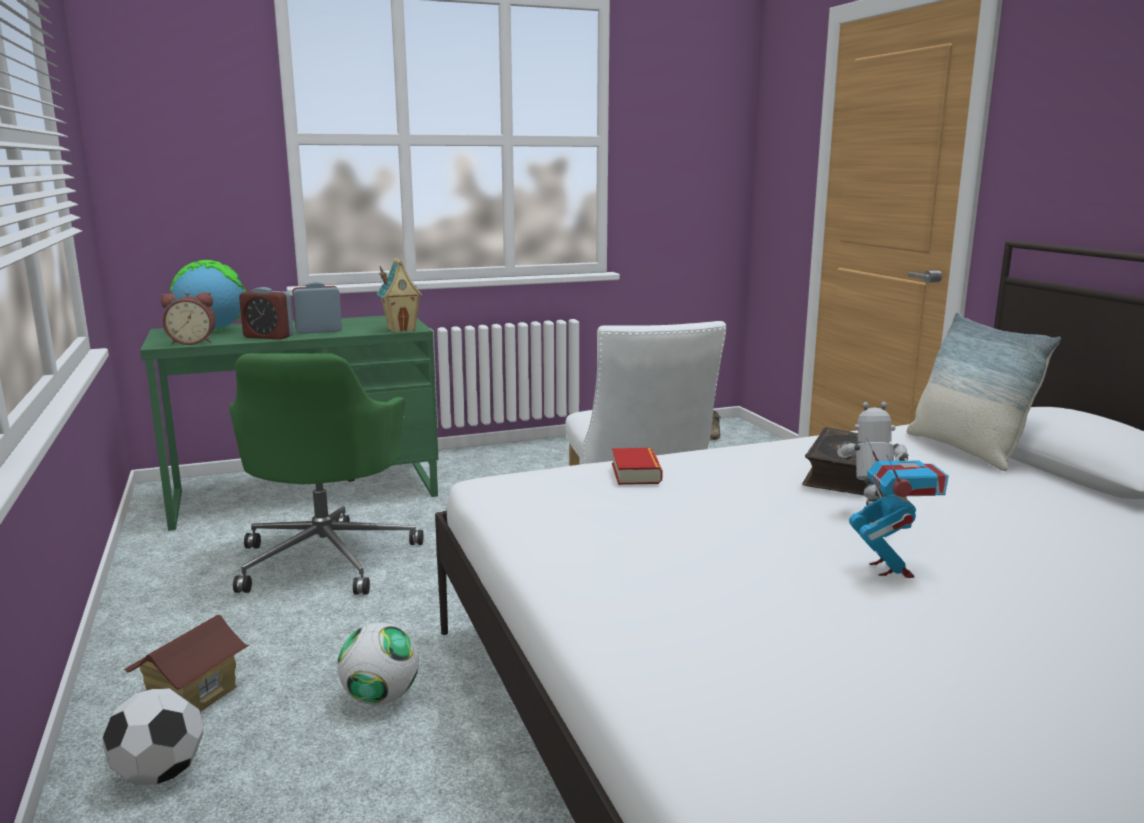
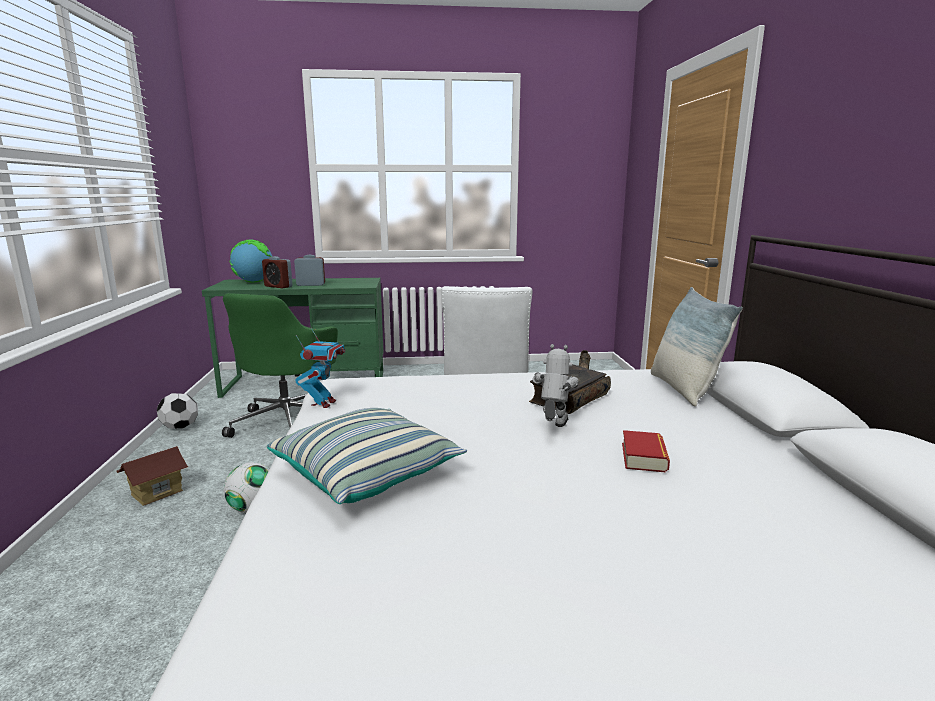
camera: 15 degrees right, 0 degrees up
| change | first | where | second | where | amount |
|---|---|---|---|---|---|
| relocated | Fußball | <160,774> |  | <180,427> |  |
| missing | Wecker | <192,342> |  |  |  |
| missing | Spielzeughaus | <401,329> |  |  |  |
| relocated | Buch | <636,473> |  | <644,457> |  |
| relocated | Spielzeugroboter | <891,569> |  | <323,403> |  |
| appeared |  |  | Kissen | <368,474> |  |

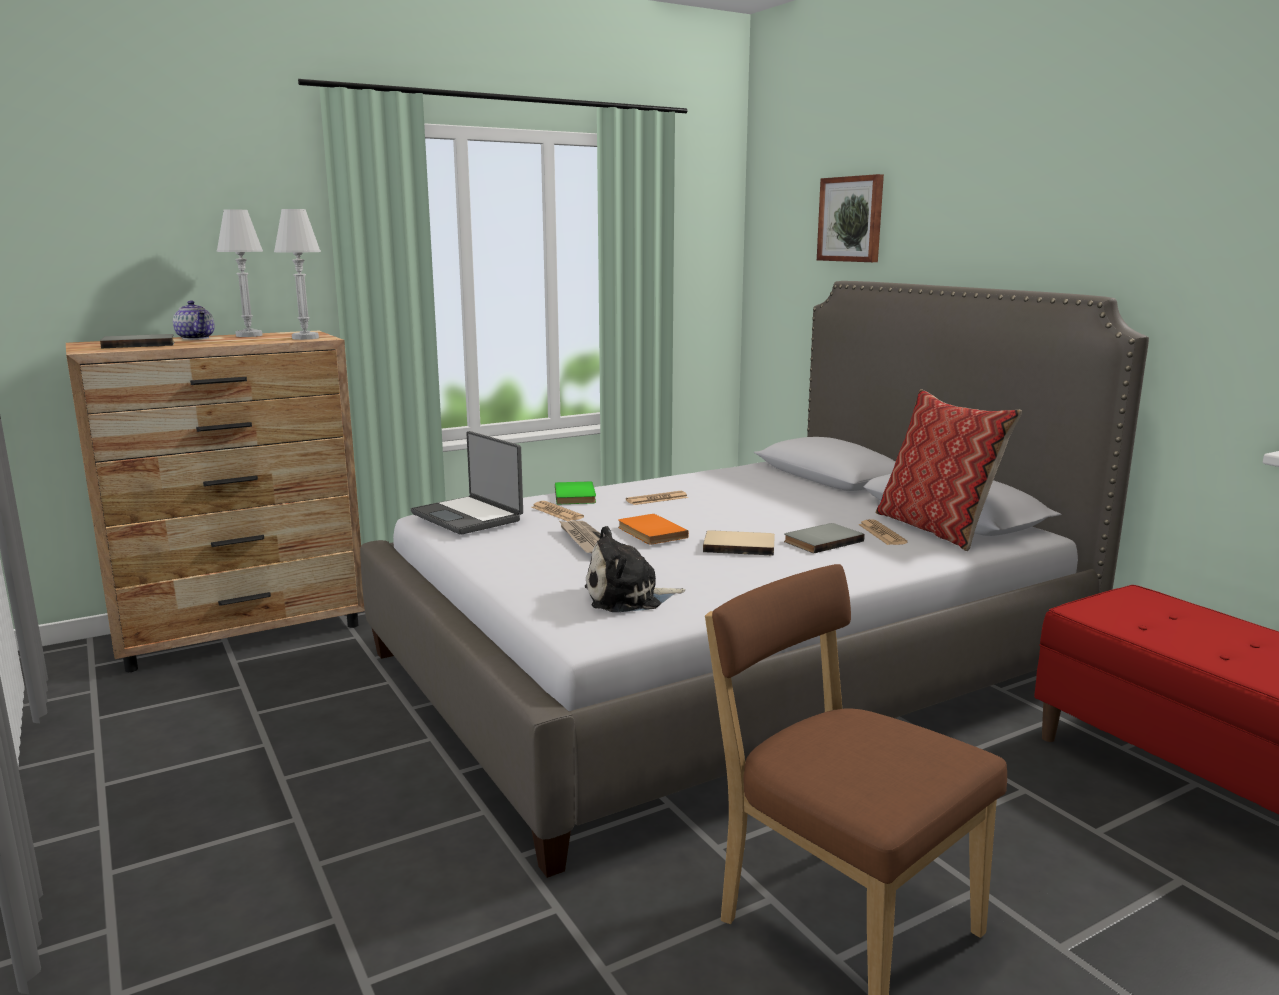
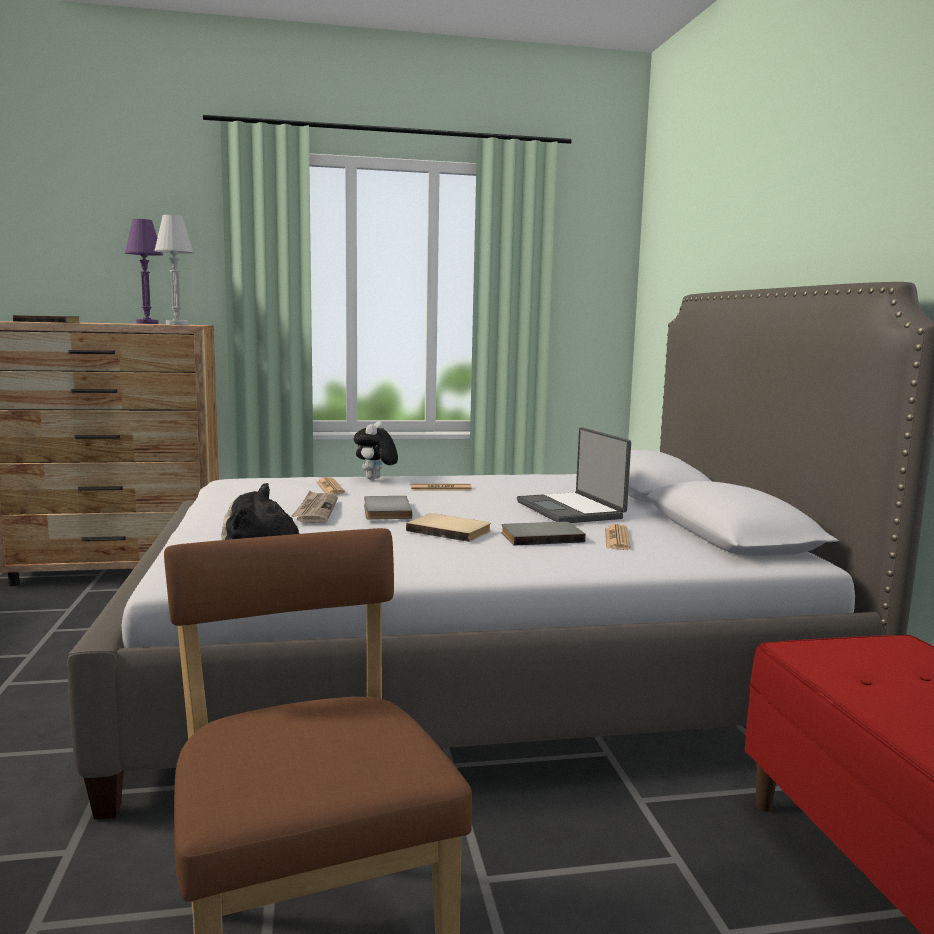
camera: 20 degrees right, 5 degrees down
| change | first | where | second | where | amount |
|---|---|---|---|---|---|
| missing | Teekanne | <196,338> |  |  |  |
| colour | Tischlampe (weiß) | <249,335> | Tischlampe (lila) | <147,323> |  |
| relocated | Laptop | <468,517> |  | <571,510> |  |
| exchanged | Buch (grün) | <577,496> | Plüschtier | <375,479> |  |
| colour | Buch (orange) | <649,532> | Buch (grau) | <384,511> |  |
| missing | Bild | <851,219> |  |  |  |
| missing | Kissen | <937,529> |  |  |  |

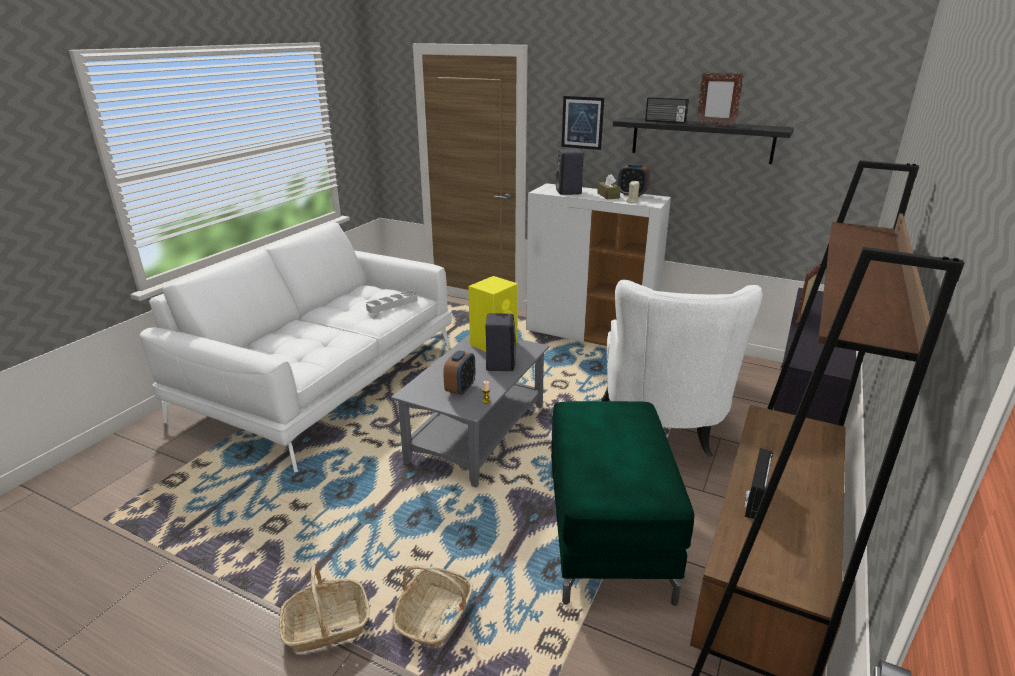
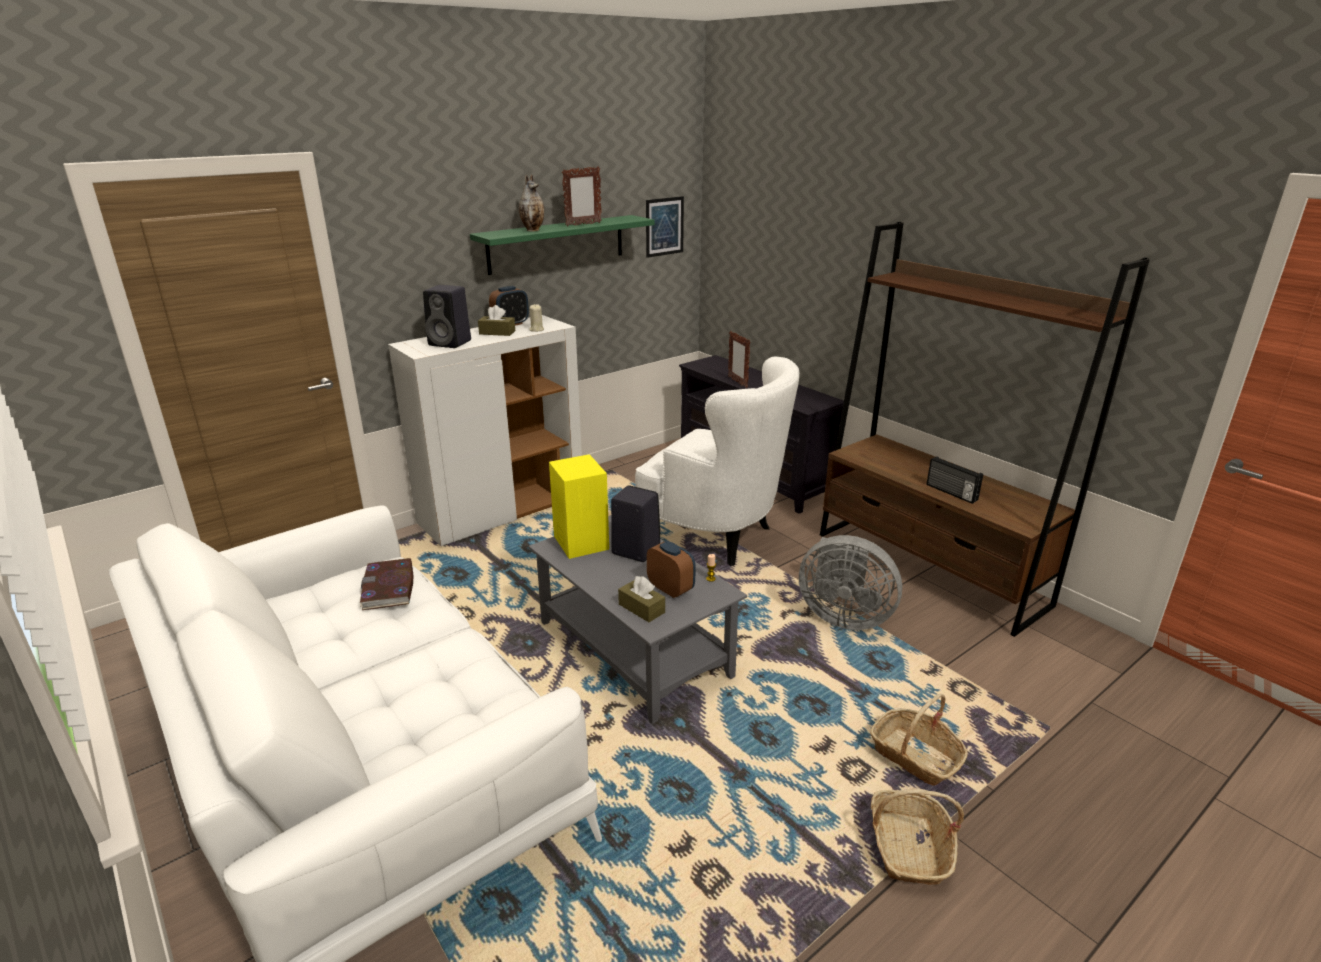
camera: 65 degrees left, 0 degrees up
| change | first | where | second | where | amount |
|---|---|---|---|---|---|
| exchanged | Tablett (grau) | <392,304> | Buch | <388,587> |  |
| exchanged | Polsterhocker (grün) | <608,533> | Ventilator (grau) | <843,616> |  |
| relocated | Bild | <582,122> |  | <664,226> |  |
| colour | Wandregal (schwarz) | <701,140> | Wandregal (grün) | <557,244> |  |
| exchanged | Radio | <665,121> | Vase | <533,230> |  |
| appeared |  |  | Taschentuchbox (braun) | <641,608> |  |

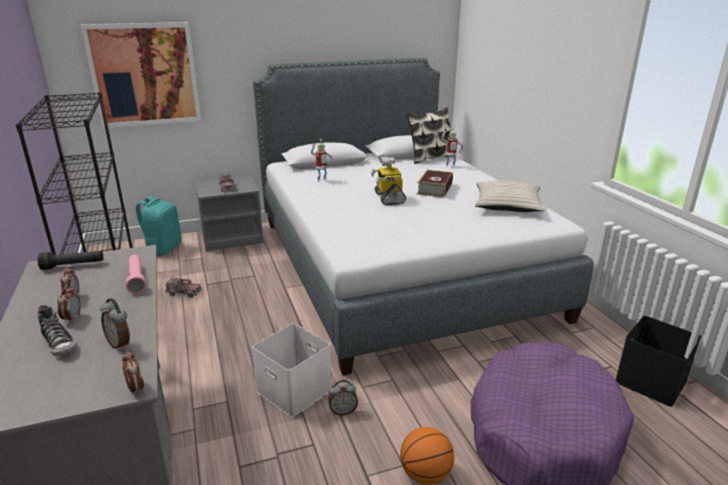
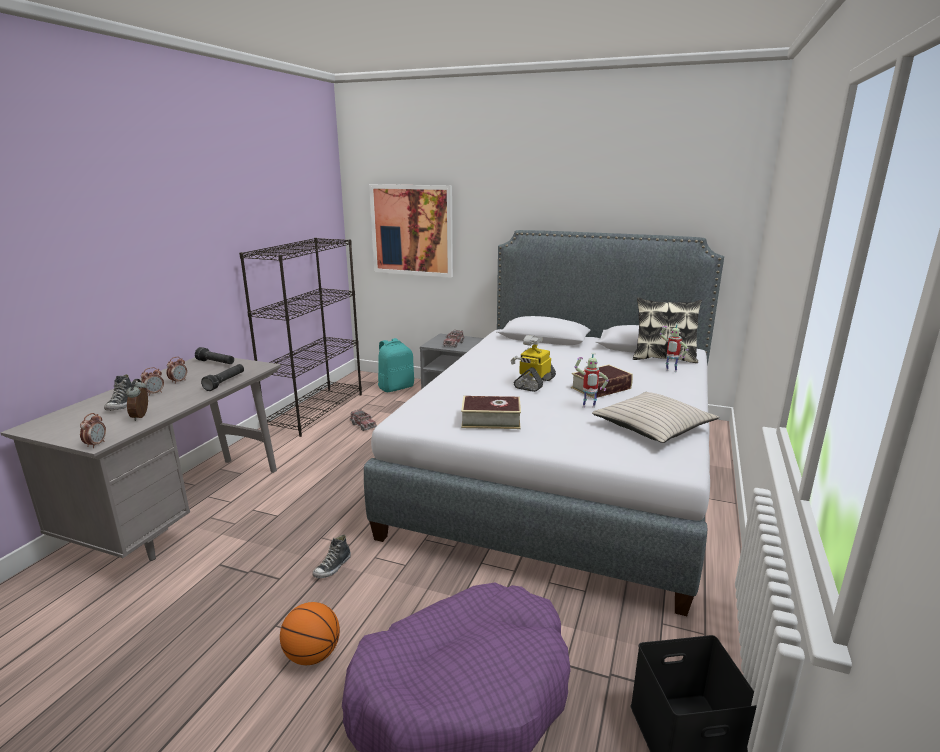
camera: 40 degrees right, 5 degrees down
| change | first | where | second | where | amount |
|---|---|---|---|---|---|
| colour | Taschenlampe (rosa) | <136,279> | Taschenlampe (schwarz) | <225,382> |  |
| missing | Aufbewahrungsbox (weiß) | <292,390> |  |  |  |
| relocated | Spielzeugroboter | <321,180> |  | <588,407> |  |
| exchanged | Wecker | <343,411> | Schuh | <333,567> |  |
| appeared |  |  | Buch | <491,420> |  |

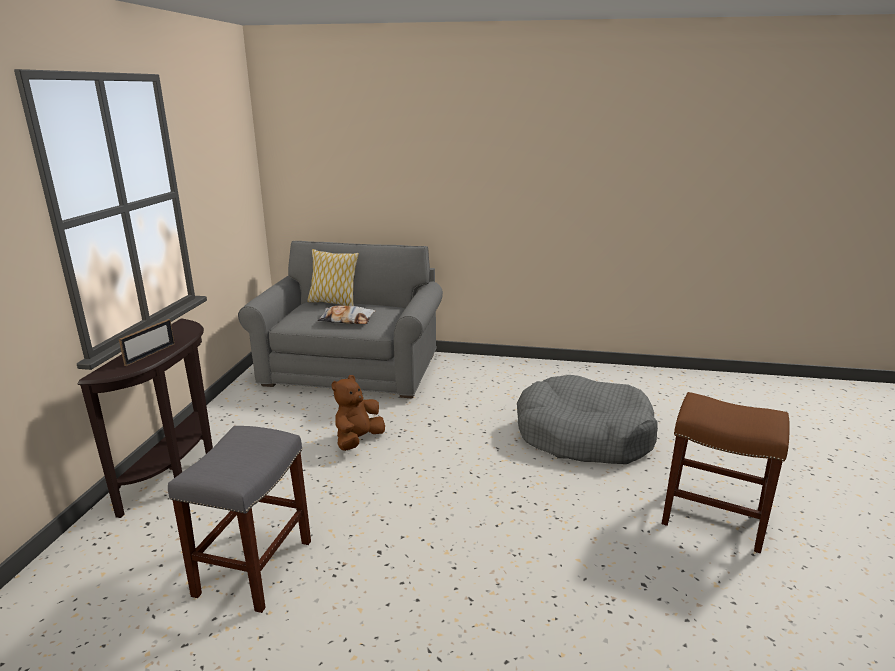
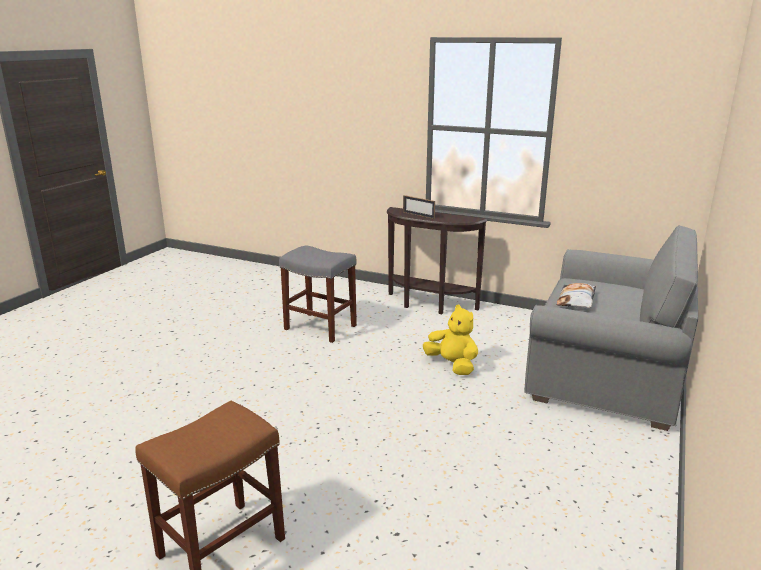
camera: 105 degrees right, 0 degrees up
| change | first | where | second | where | amount |
|---|---|---|---|---|---|
| missing | Kissen | <333,302> |  |  |  |
| colour | Plüschtier (braun) | <358,440> | Plüschtier (gelb) | <452,365> |  |
| missing | Hundebett (grau) | <583,435> |  |  |  |

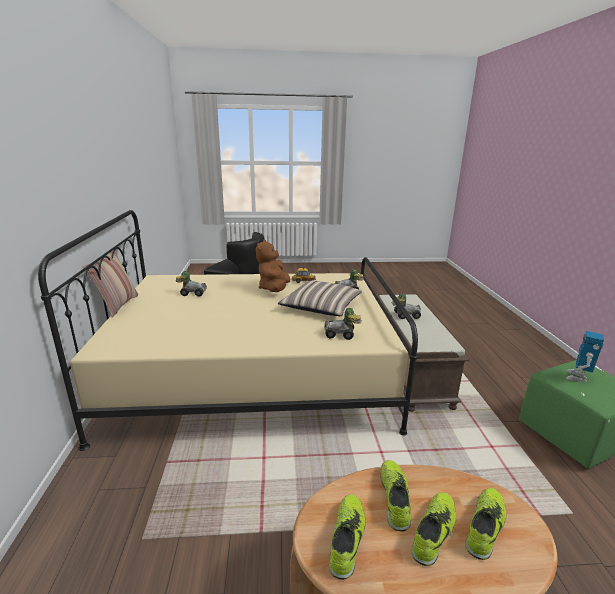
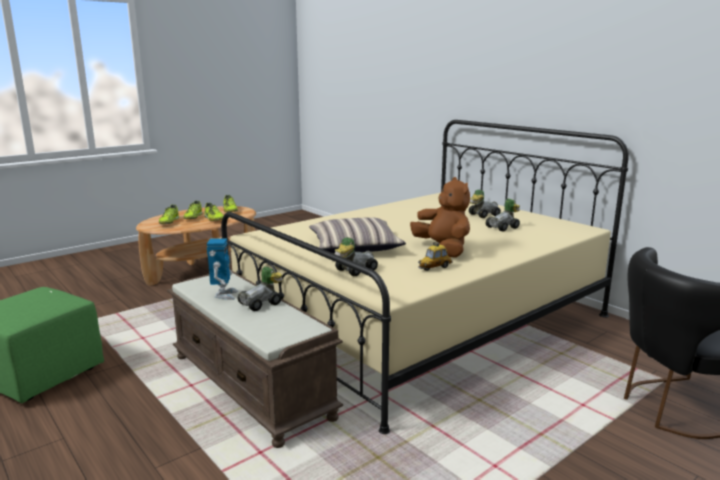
camera: 145 degrees right, 5 degrees down
| change | first | where | second | where | amount |
|---|---|---|---|---|---|
| missing | Kissen | <118,305> |  |  |  |
| relocated | Spielzeugauto | <341,335> |  | <482,215> |  |
| relocated | Spielzeugroboter | <577,377> |  | <224,295> |  |

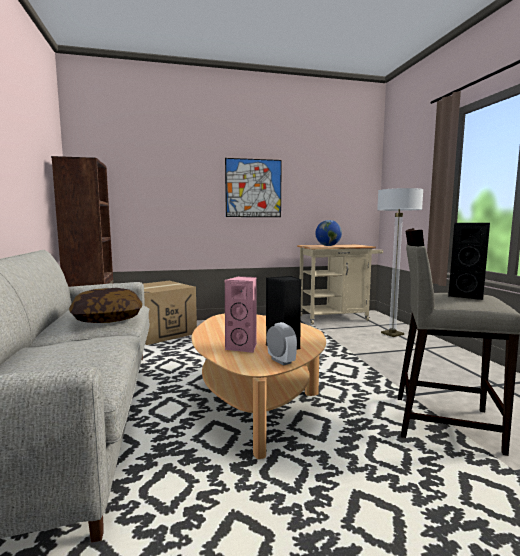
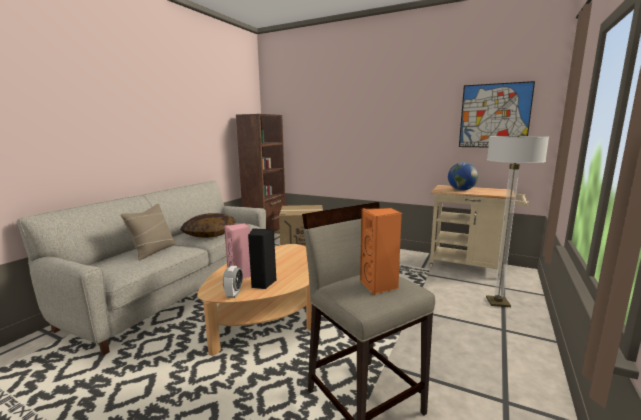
camera: 40 degrees right, 5 degrees up
| change | first | where | second | where | amount |
|---|---|---|---|---|---|
| relocated | Bild | <253,188> |  | <494,116> |  |
| colour | Lautsprecher (schwarz) | <467,296> | Lautsprecher (orange) | <379,286> |  |
| appeared |  |  | Kissen (beige) | <153,251> |  |

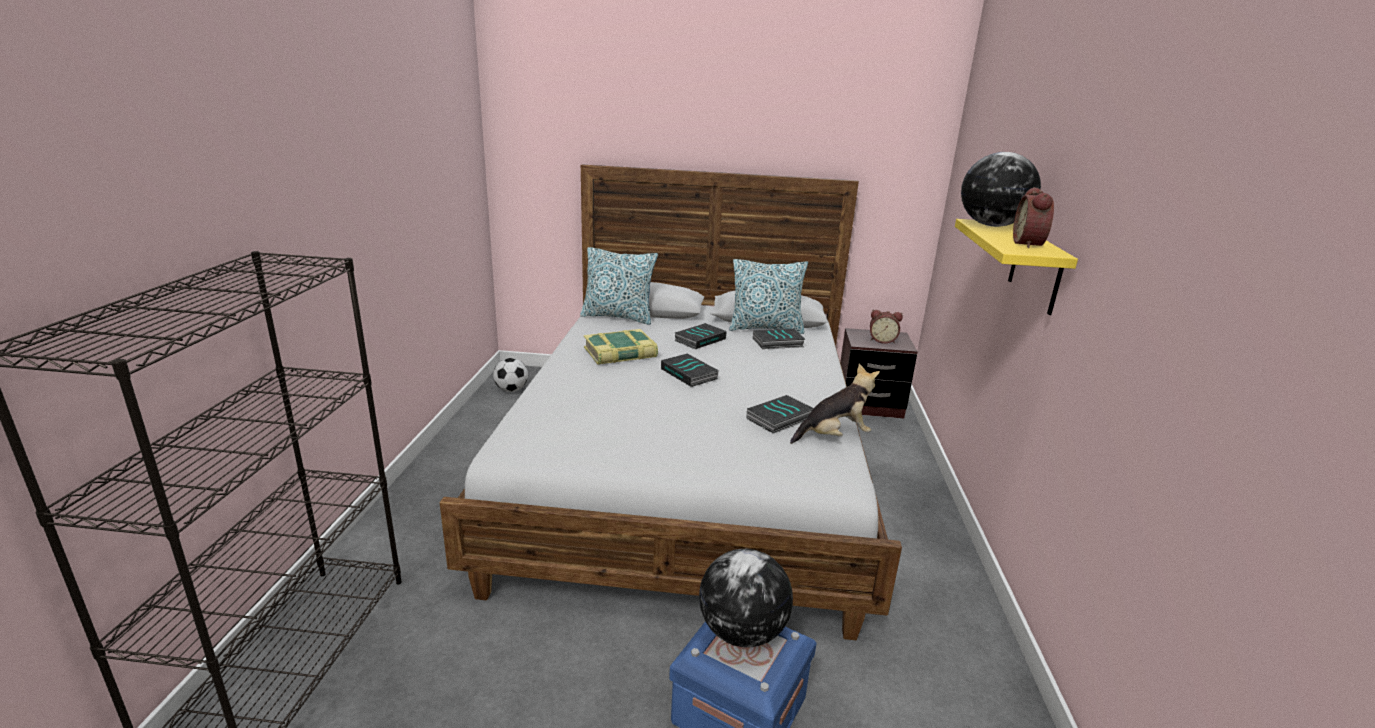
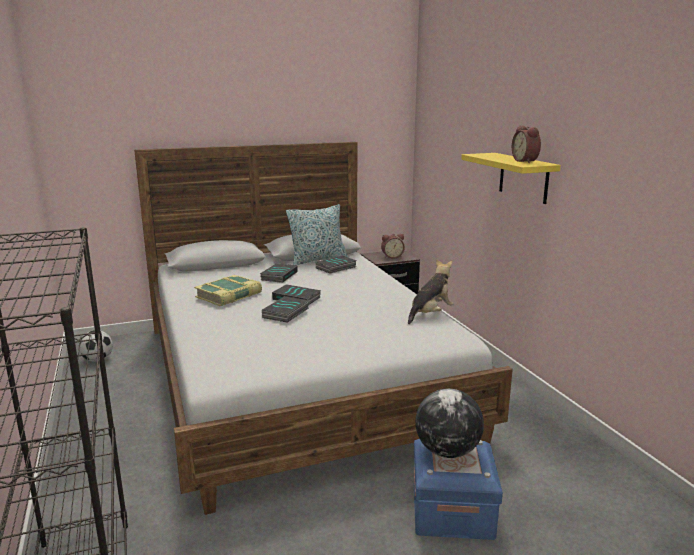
camera: 25 degrees left, 5 degrees down
| change | first | where | second | where | amount |
|---|---|---|---|---|---|
| missing | Kissen | <618,317> |  |  |  |
| relocated | Buch | <780,419> |  | <286,313> |  |
| missing | Globus | <992,226> |  |  |  |

